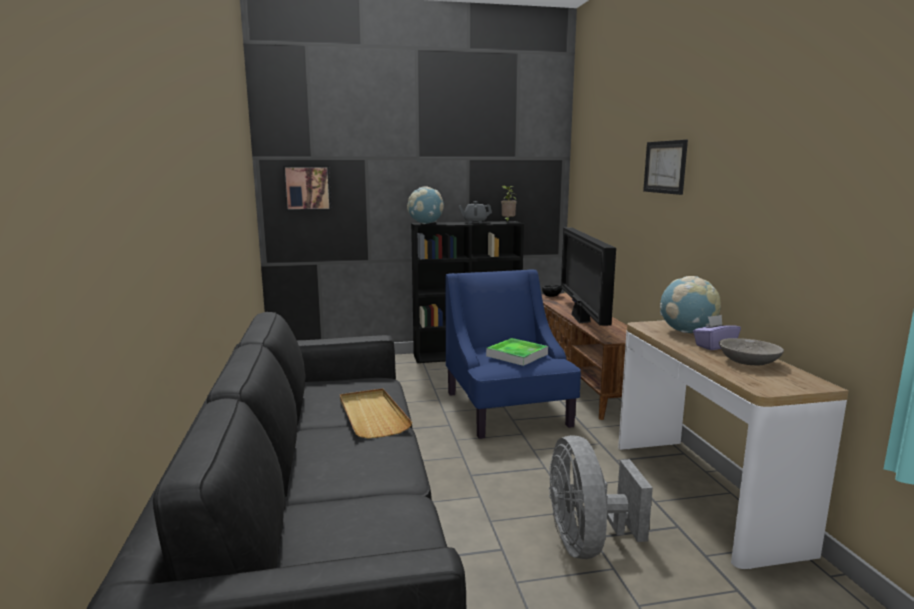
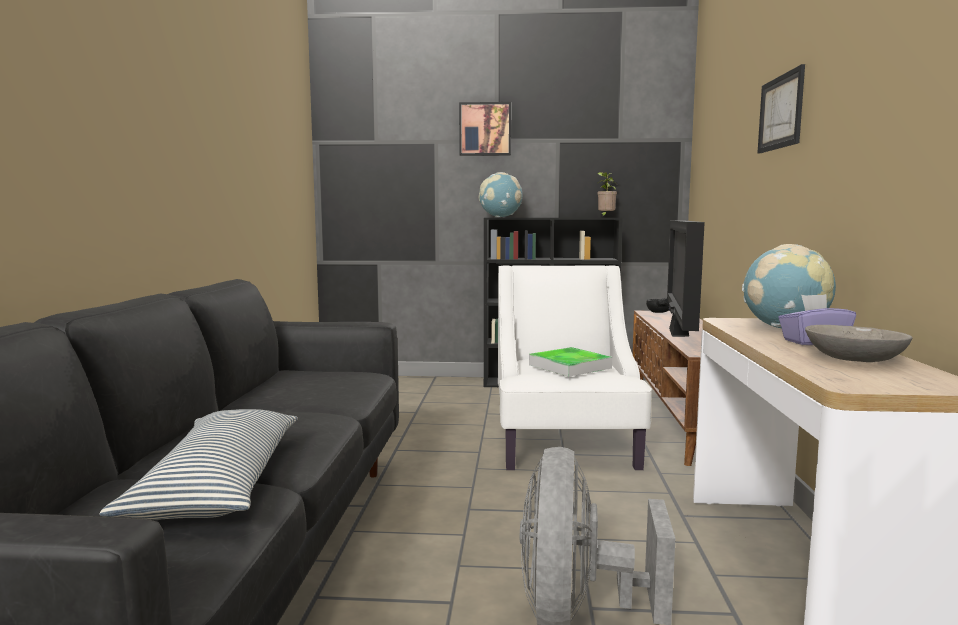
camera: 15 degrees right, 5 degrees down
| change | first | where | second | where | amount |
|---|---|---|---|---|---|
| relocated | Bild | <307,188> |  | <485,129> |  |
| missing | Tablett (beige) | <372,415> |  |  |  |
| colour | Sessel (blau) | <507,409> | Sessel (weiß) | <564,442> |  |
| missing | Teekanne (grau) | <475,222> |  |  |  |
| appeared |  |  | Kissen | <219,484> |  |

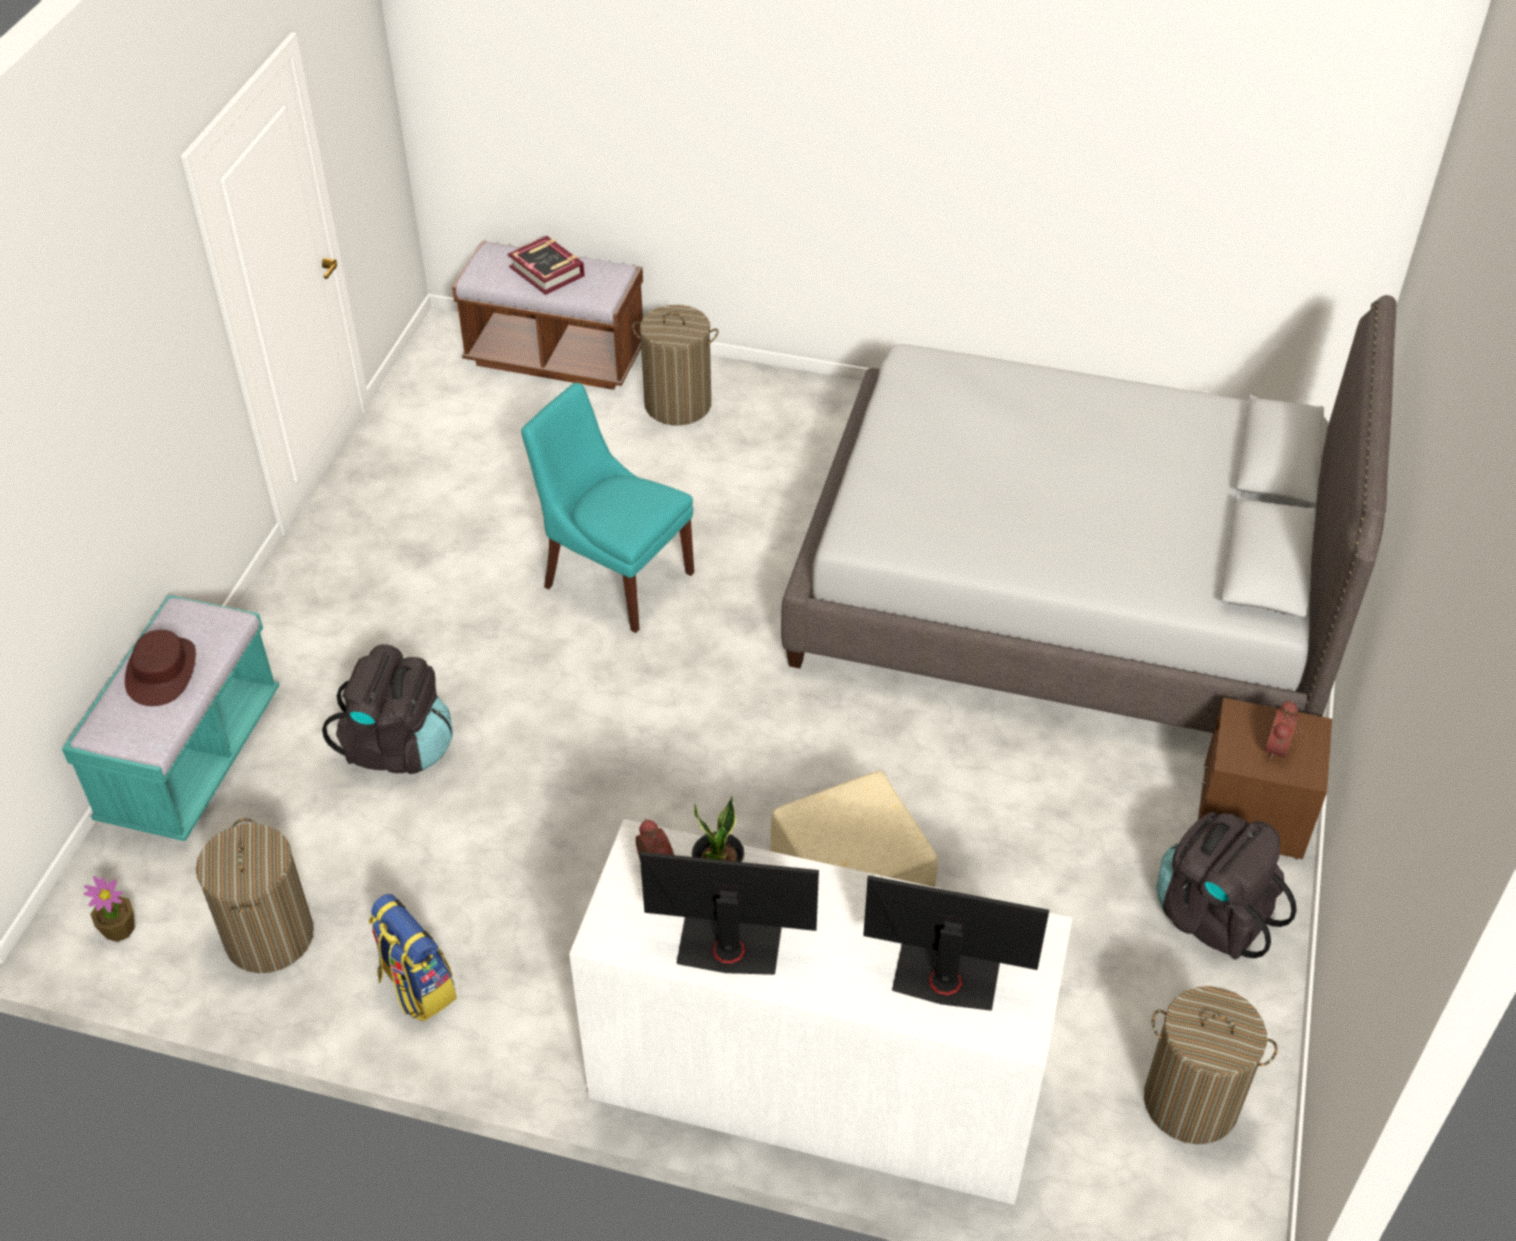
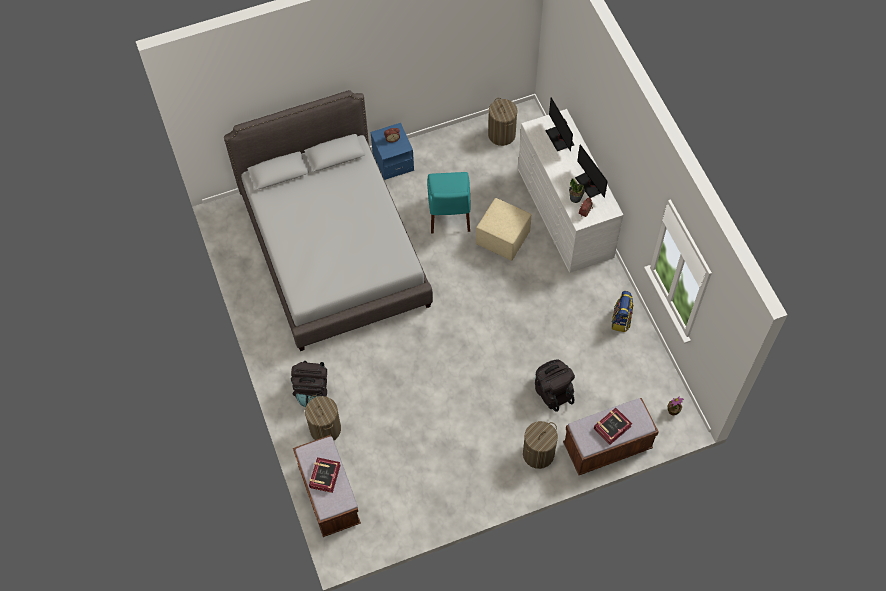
camera: 125 degrees left, 15 degrees up
| change | first | where | second | where | amount |
|---|---|---|---|---|---|
| colour | Bank (türkis) | <191,759> | Bank (braun) | <607,447> |  |
| exchanged | Hut (braun) | <162,671> | Buch | <612,427> |  |
| relocated | Wäschekorb | <269,936> |  | <538,454> |  |
| relocated | Stuhl (türkis) | <614,577> |  | <449,216> |  |
| relocated | Rucksack (schwarz) | <1212,915> |  | <312,390> |  |
| colour | Nachttisch (braun) | <1252,813> | Nachttisch (blau) | <393,162> |  |

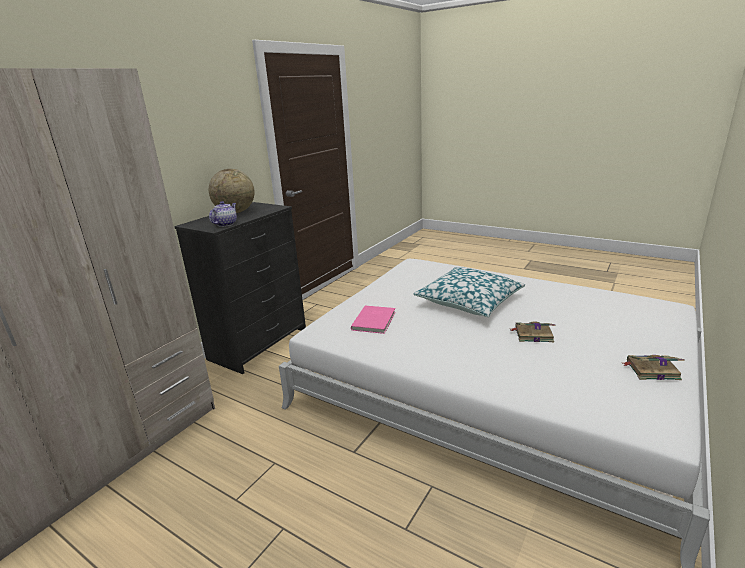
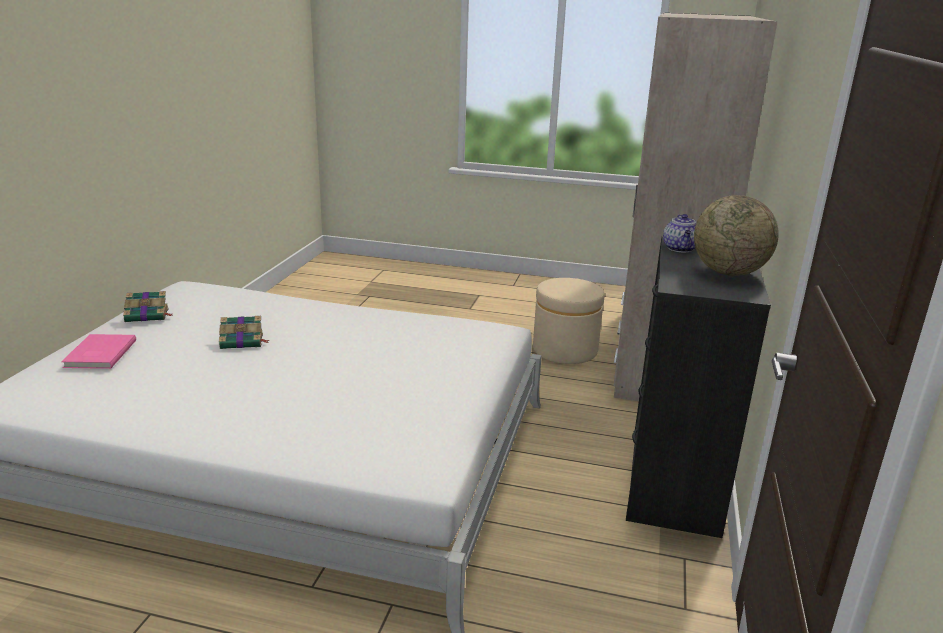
camera: 160 degrees right, 0 degrees up
| change | first | where | second | where | amount |
|---|---|---|---|---|---|
| relocated | Buch (rosa) | <375,320> |  | <98,354> |  |
| missing | Kissen | <469,301> |  |  |  |
| appeared |  |  | Polsterhocker (beige) | <565,350> |  |

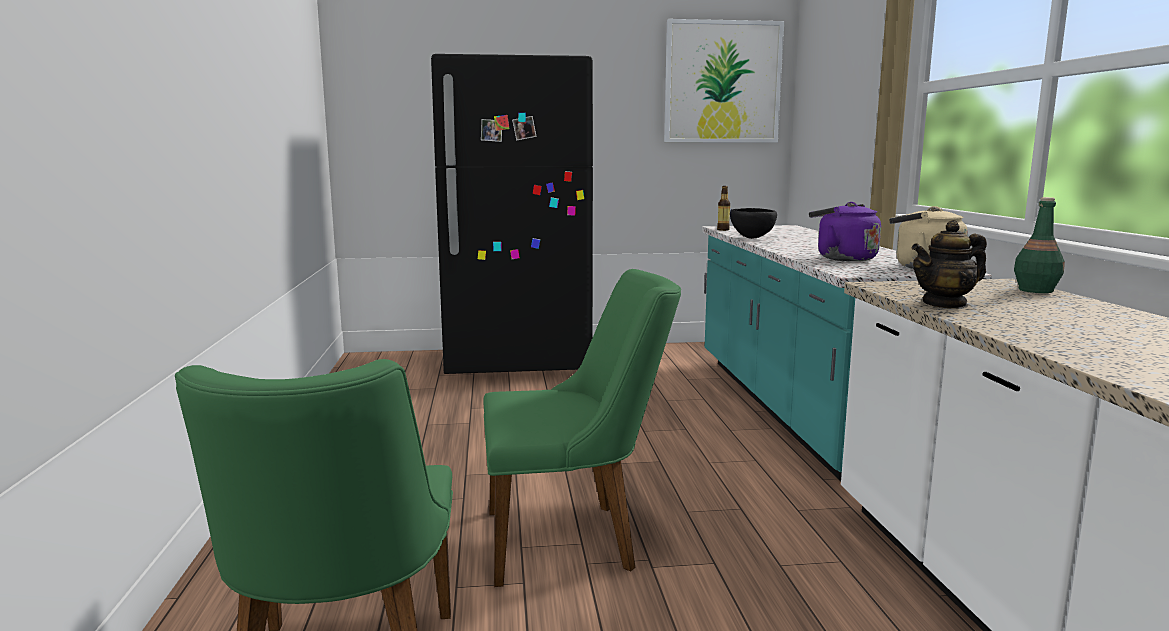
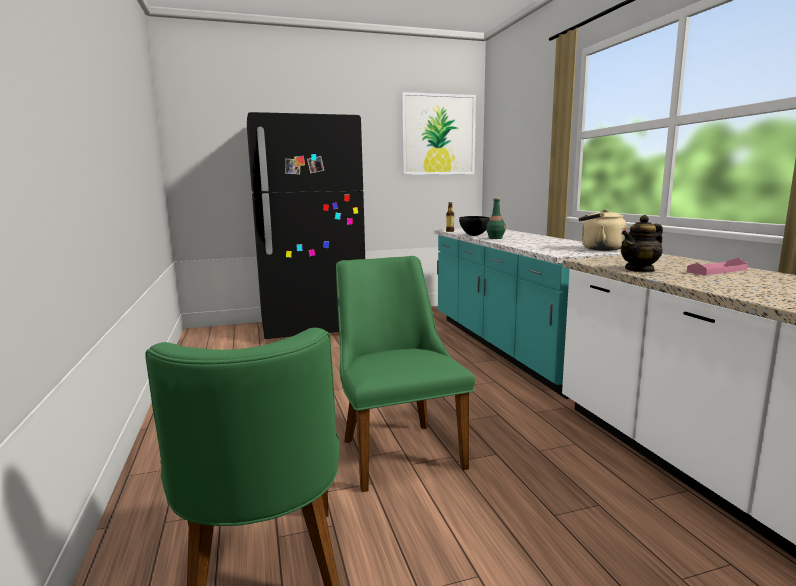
camera: 10 degrees left, 0 degrees up
| change | first | where | second | where | amount |
|---|---|---|---|---|---|
| spun | Stuhl (grün) | <574,539> |  | <396,448> | 90 degrees counterclockwise |
| missing | Wasserkessel (lila) | <842,258> |  |  |  |
| relocated | Flasche (grün) | <1035,290> |  | <495,238> |  |
| appeared |  |  | Tablett (rosa) | <716,271> |  |

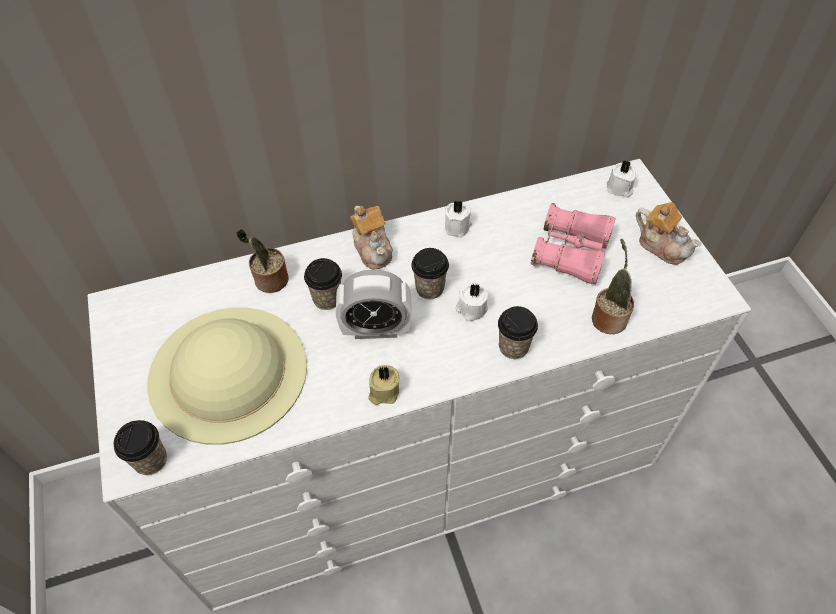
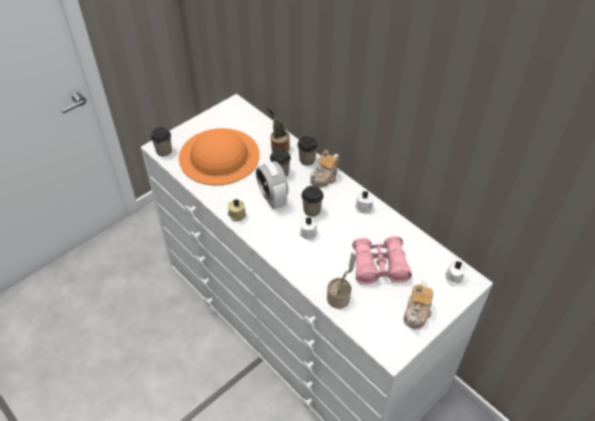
camera: 65 degrees right, 5 degrees down
| change | first | where | second | where | amount |
|---|---|---|---|---|---|
| colour | Hut (beige) | <228,372> | Hut (orange) | <219,156> |  |
| relocated | Tasse | <513,347> |  | <307,160> |  |

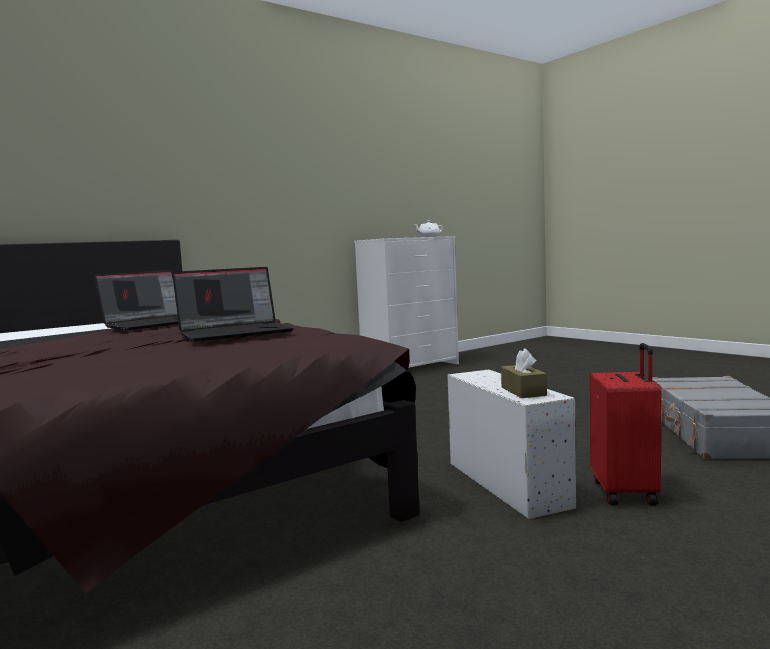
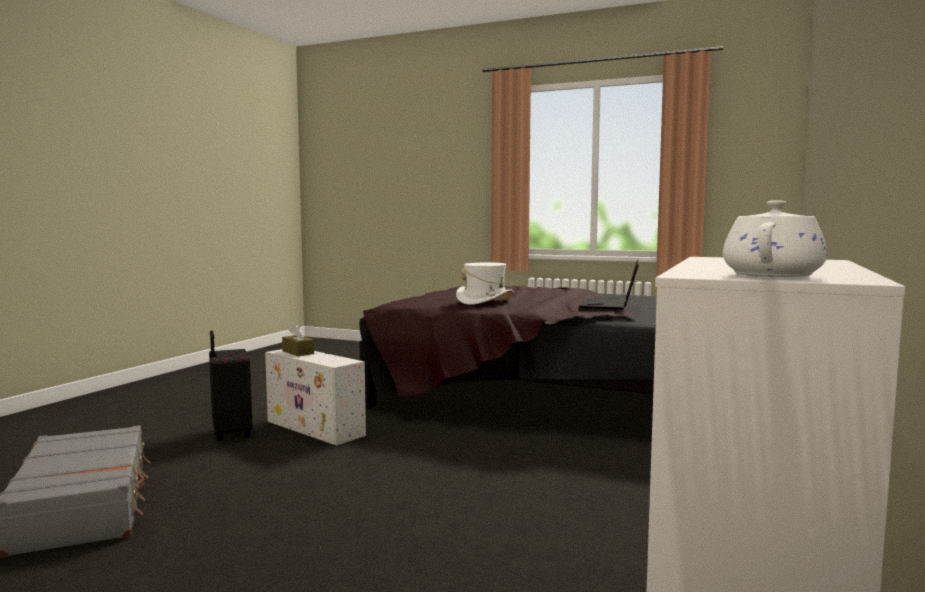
camera: 150 degrees right, 0 degrees up
| change | first | where | second | where | amount |
|---|---|---|---|---|---|
| exchanged | Laptop | <236,333> | Hut (weiß) | <485,301> |  |
| colour | Koffer (rot) | <626,492> | Koffer (schwarz) | <230,433> |  |

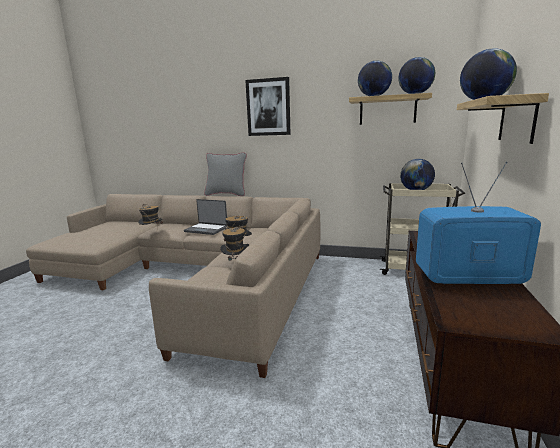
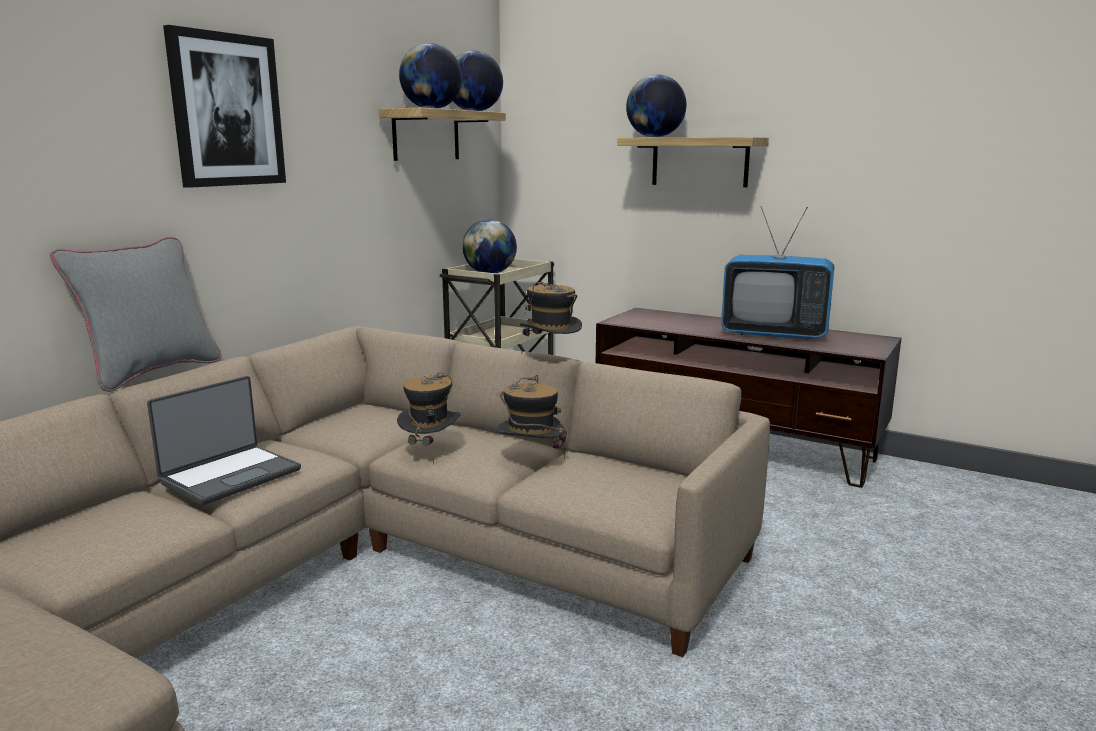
camera: 75 degrees left, 0 degrees up
| change | first | where | second | where | amount |
|---|---|---|---|---|---|
| relocated | Hut | <152,232> |  | <550,357> |  |
| spun | Fernseher | <468,278> |  | <774,334> | 90 degrees counterclockwise |

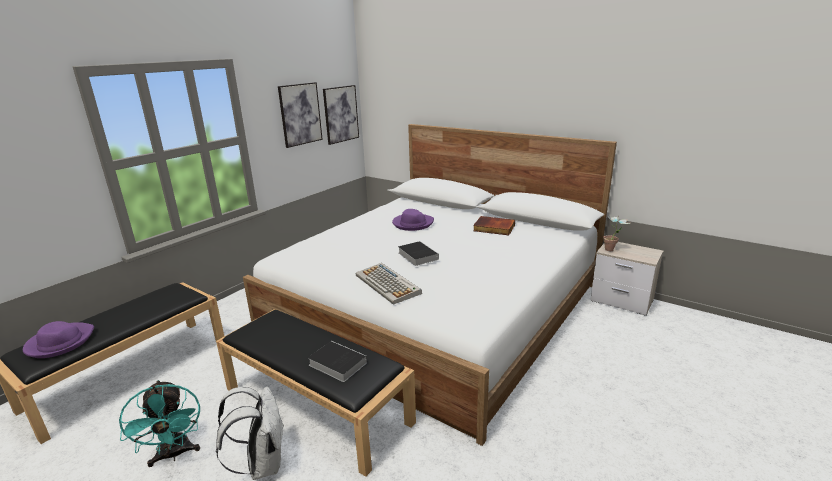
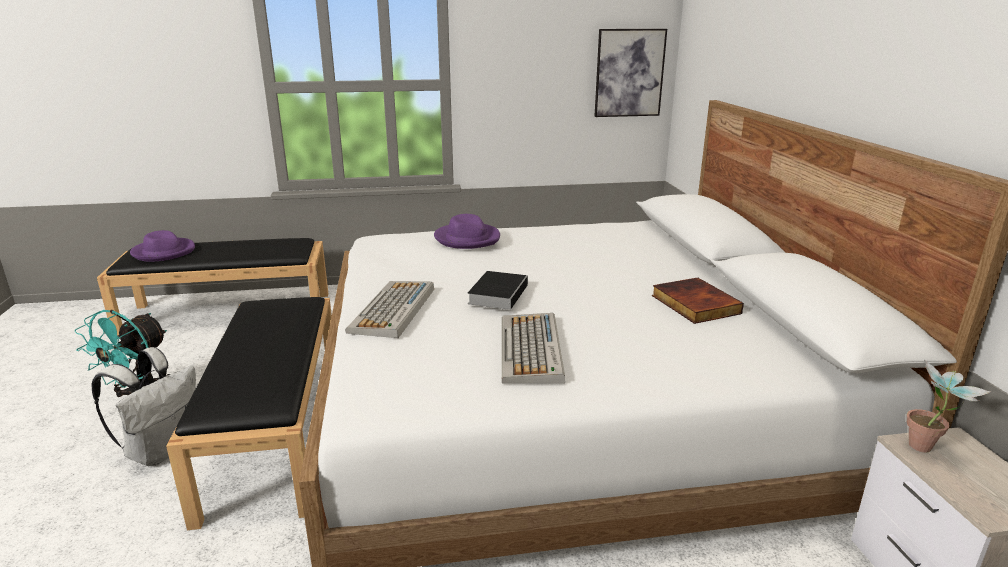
camera: 45 degrees right, 0 degrees up
| change | first | where | second | where | amount |
|---|---|---|---|---|---|
| missing | Bild | <300,114> |  |  |  |
| missing | Buch | <336,363> |  |  |  |
| relocated | Hut (lila) | <412,224> |  | <467,239> |  |
| appeared |  |  | Tastatur | <531,350> |  |

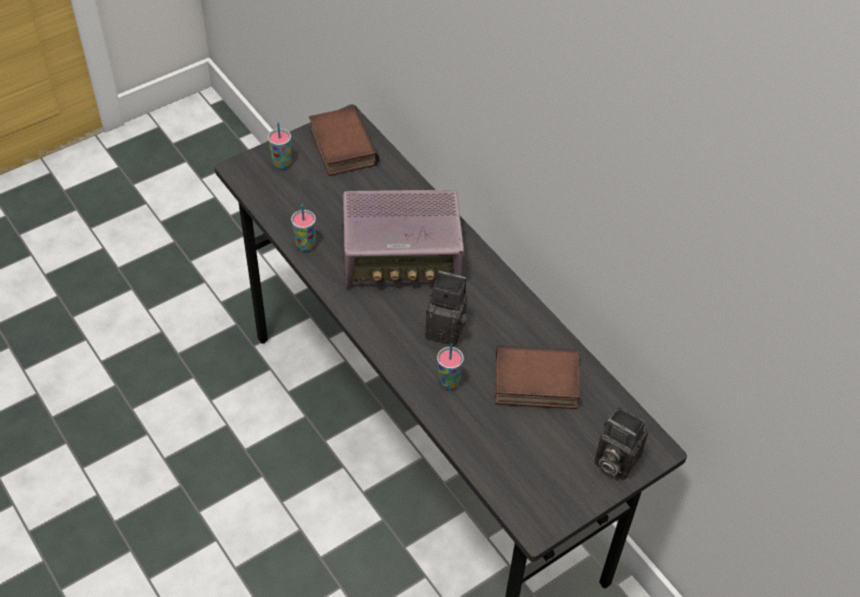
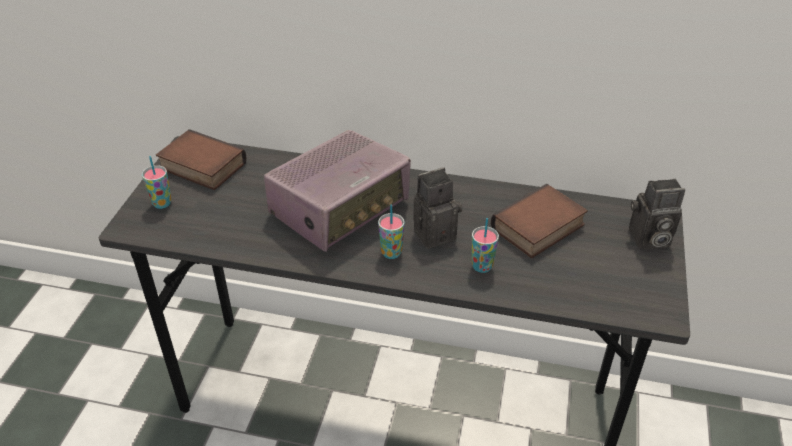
camera: 40 degrees left, 10 degrees down
| change | first | where | second | where | amount |
|---|---|---|---|---|---|
| relocated | Tasse | <305,245> |  | <391,253> |  |

